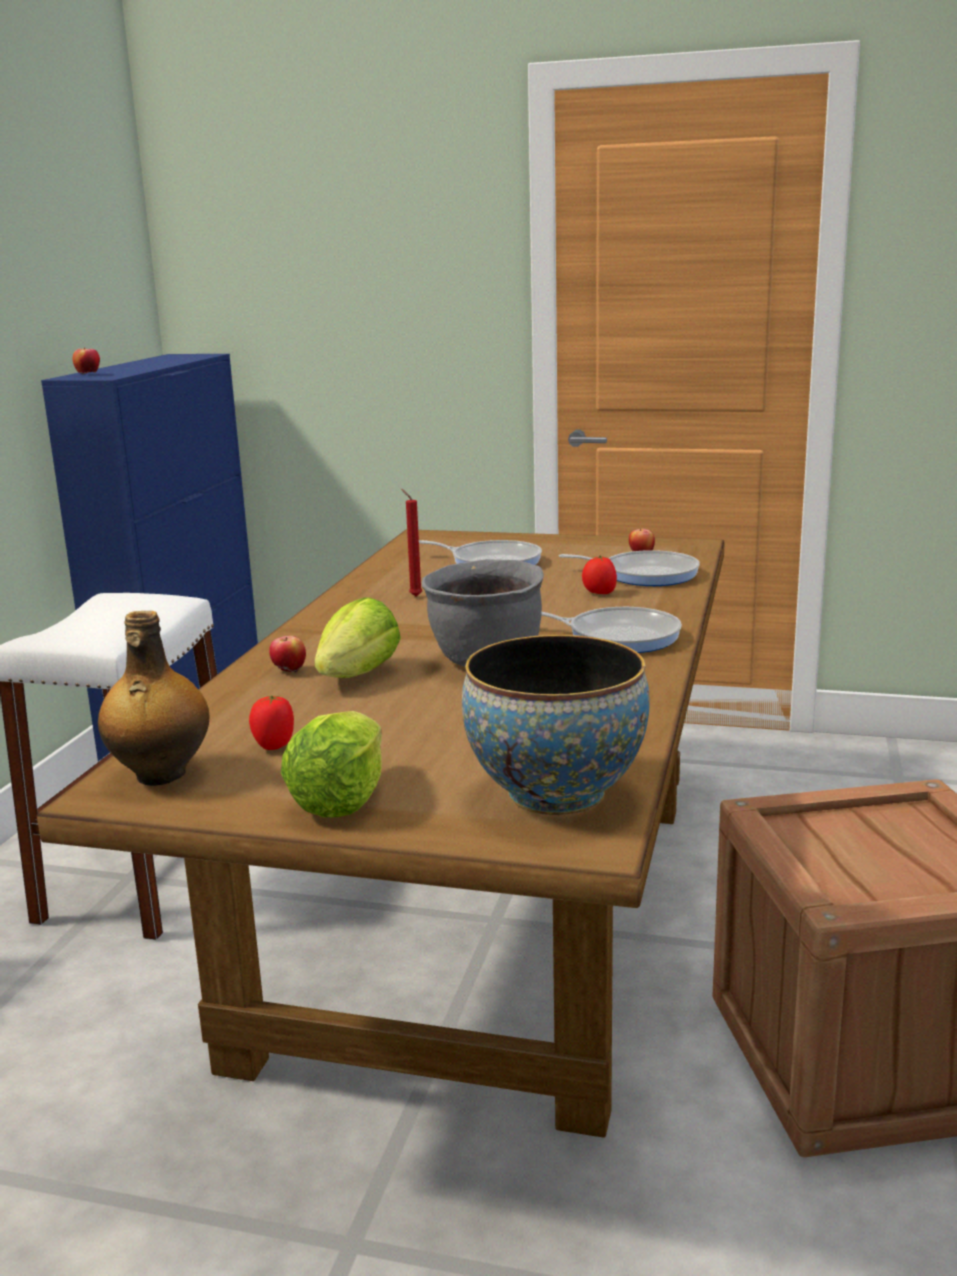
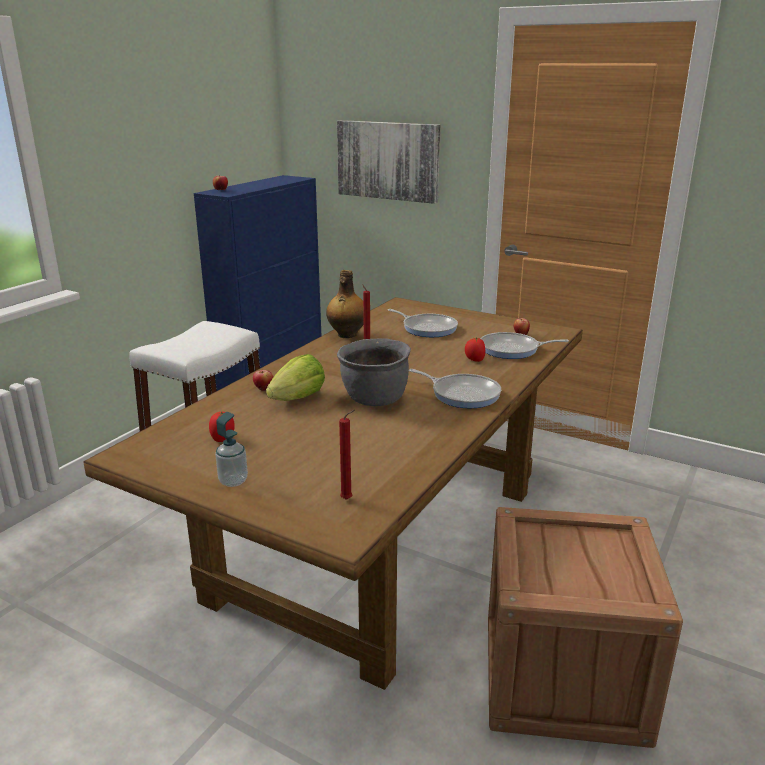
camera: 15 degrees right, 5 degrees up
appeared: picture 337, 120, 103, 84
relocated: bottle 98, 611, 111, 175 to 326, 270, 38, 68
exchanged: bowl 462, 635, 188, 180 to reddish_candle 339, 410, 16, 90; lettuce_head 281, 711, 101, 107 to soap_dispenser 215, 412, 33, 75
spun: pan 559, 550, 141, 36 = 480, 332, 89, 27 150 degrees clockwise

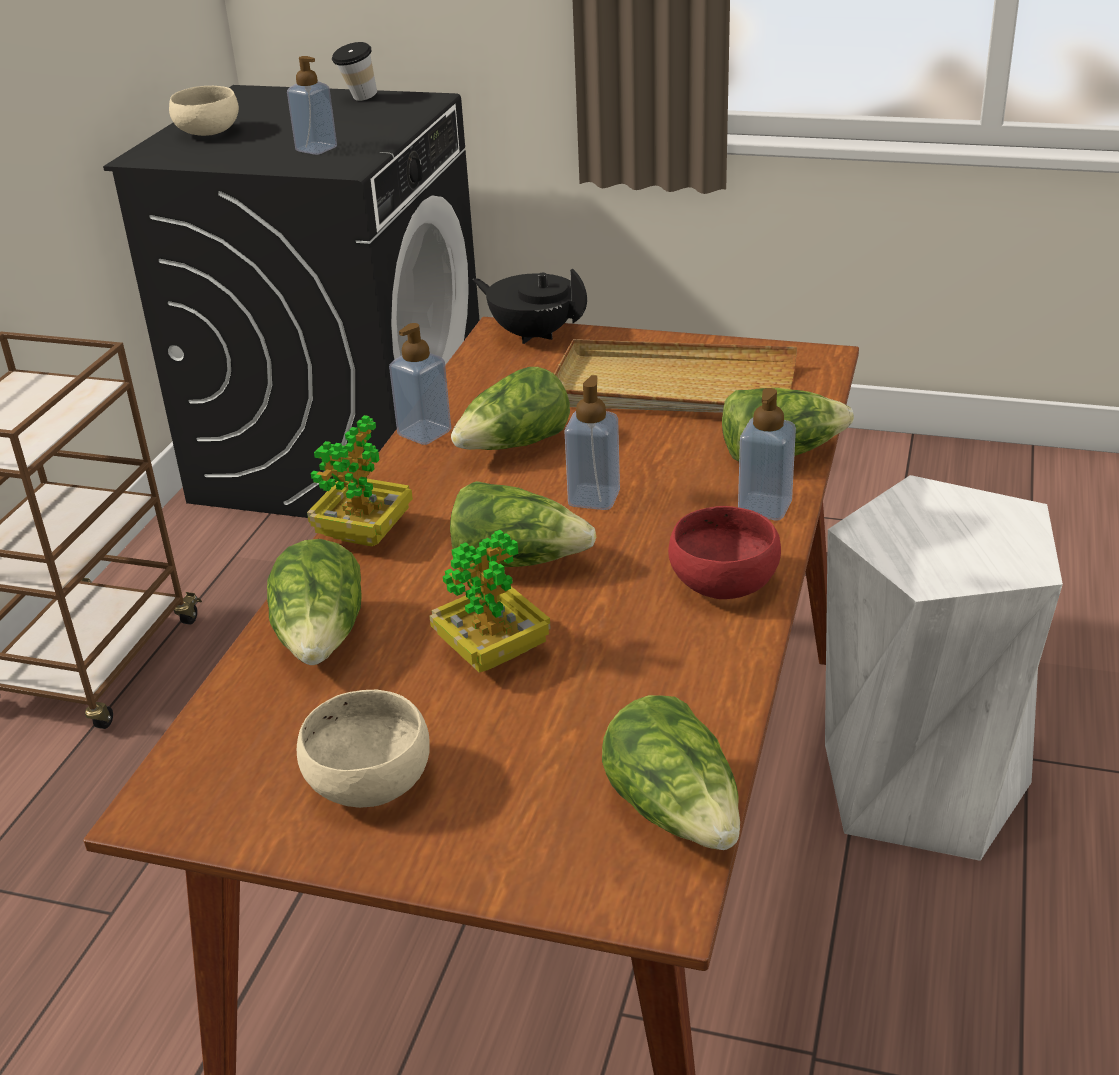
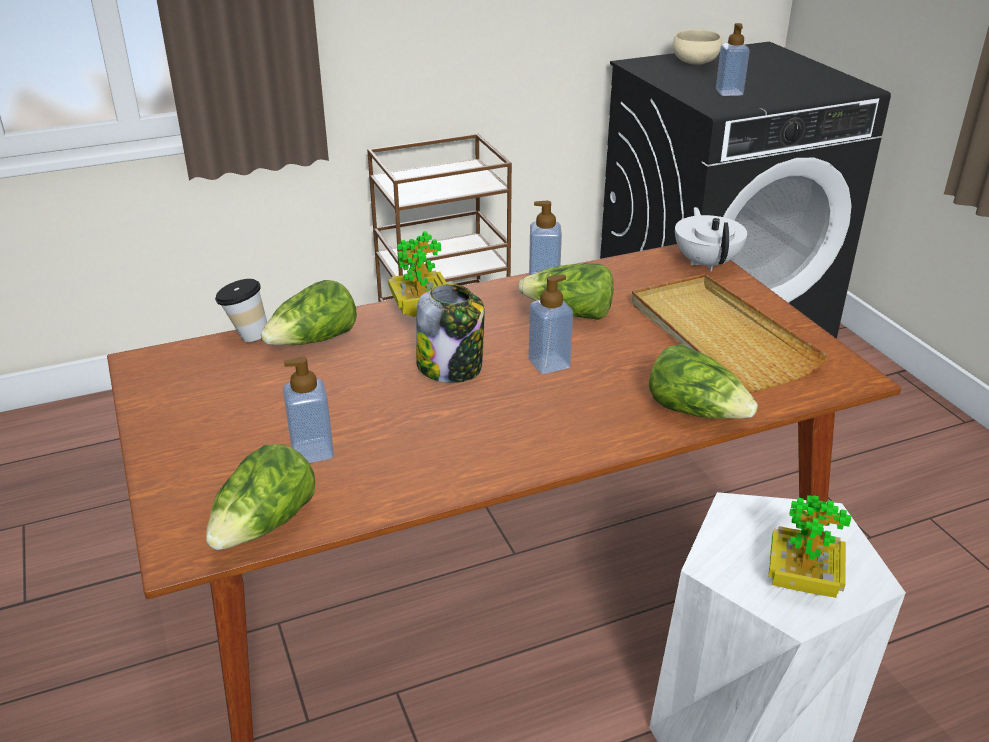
camera: 50 degrees right, 0 degrees up
missing: reddish_bowl 668, 506, 113, 93; beige_bowl 297, 690, 133, 118
relocated: small_cup 332, 42, 45, 59 to 215, 279, 52, 63; soap_dispenser 738, 388, 58, 132 to 283, 356, 51, 107; potted_plant 430, 530, 121, 143 to 768, 495, 83, 103
exchanged: lettuce_head 450, 481, 147, 86 to jar 416, 284, 68, 99
colour: black-coloured_pot_for_tea 472, 268, 115, 76 to white_pot_for_tea 675, 207, 72, 64

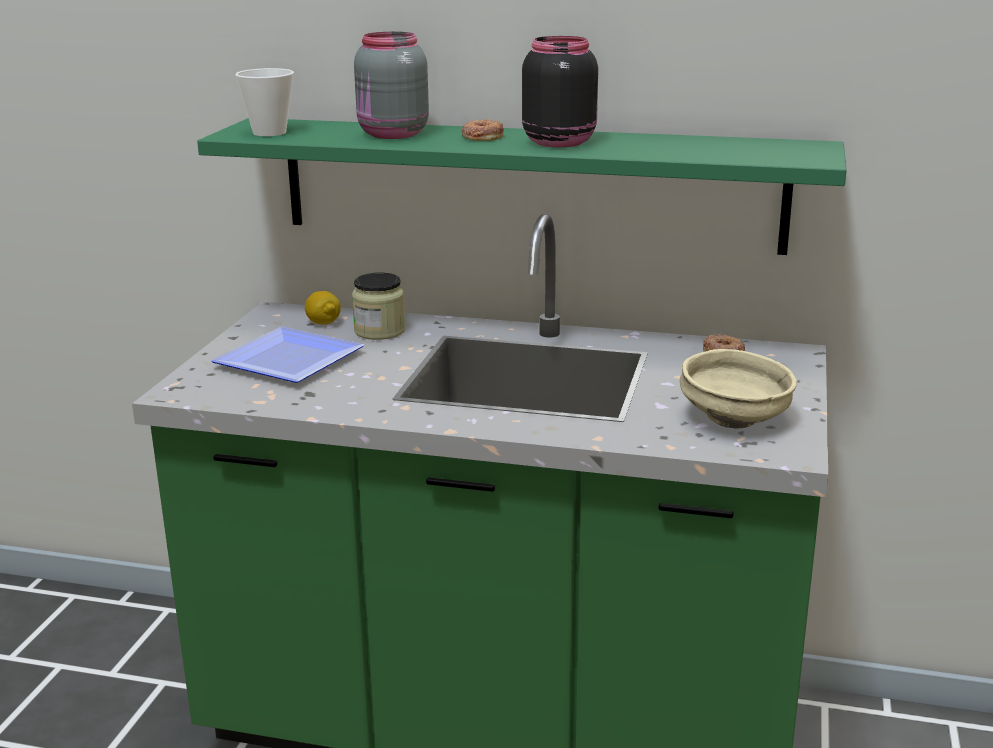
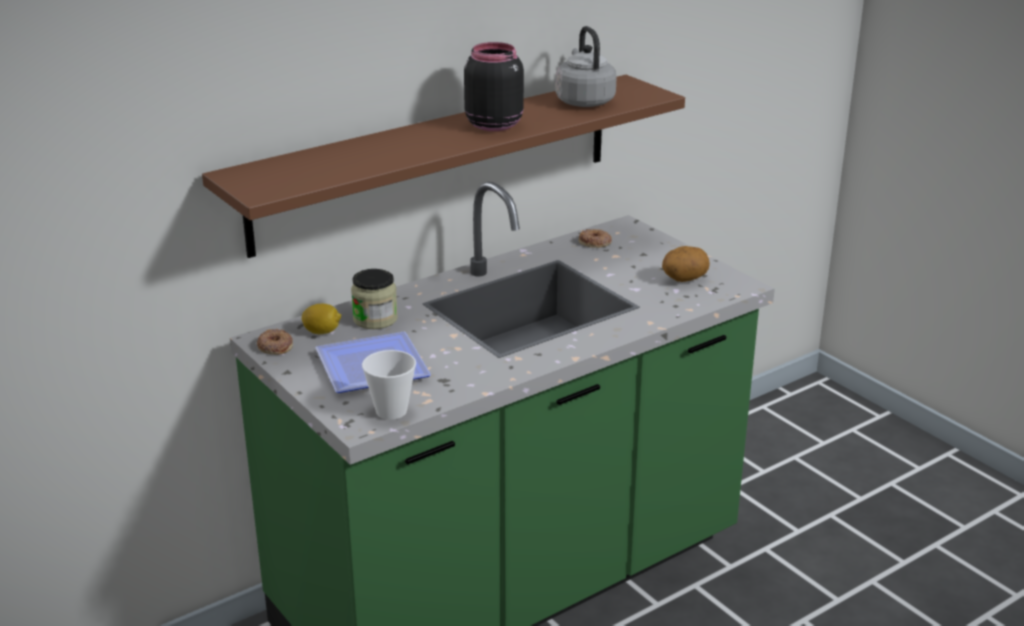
camera: 50 degrees left, 5 degrees up
missing: greyish_jar 354, 32, 75, 107
appeared: greyish_kettle 555, 26, 62, 81
relocated: small_cup 235, 68, 59, 68 to 362, 350, 54, 70; donut 462, 119, 42, 22 to 257, 329, 36, 26
exchanged: beige_bowl 680, 349, 117, 79 to spud 662, 246, 48, 36
colour: green_bracket_shelf 197, 118, 650, 137 to brown-coloured_bracket_shelf 202, 75, 483, 183

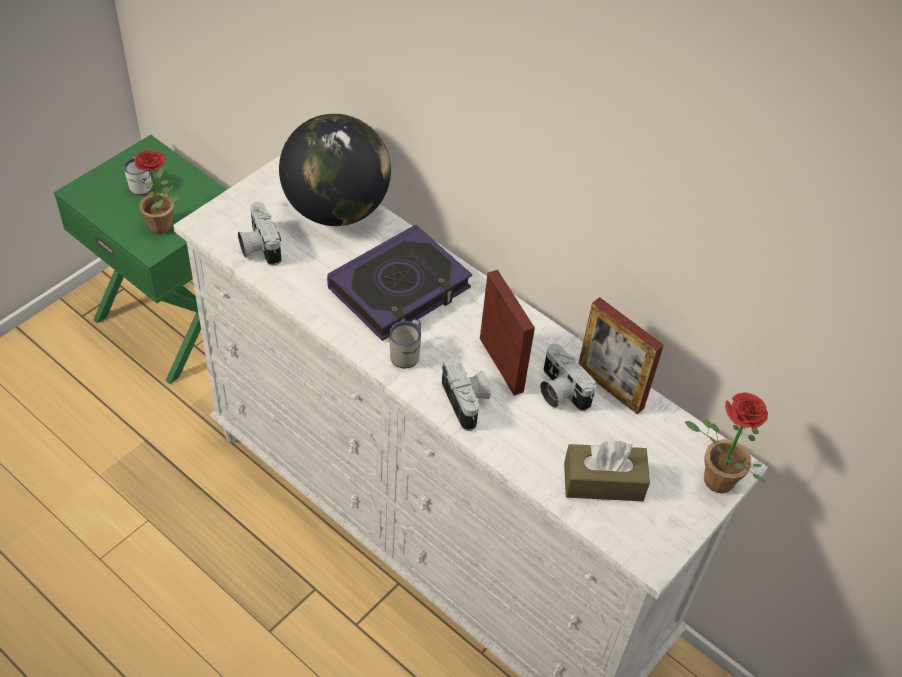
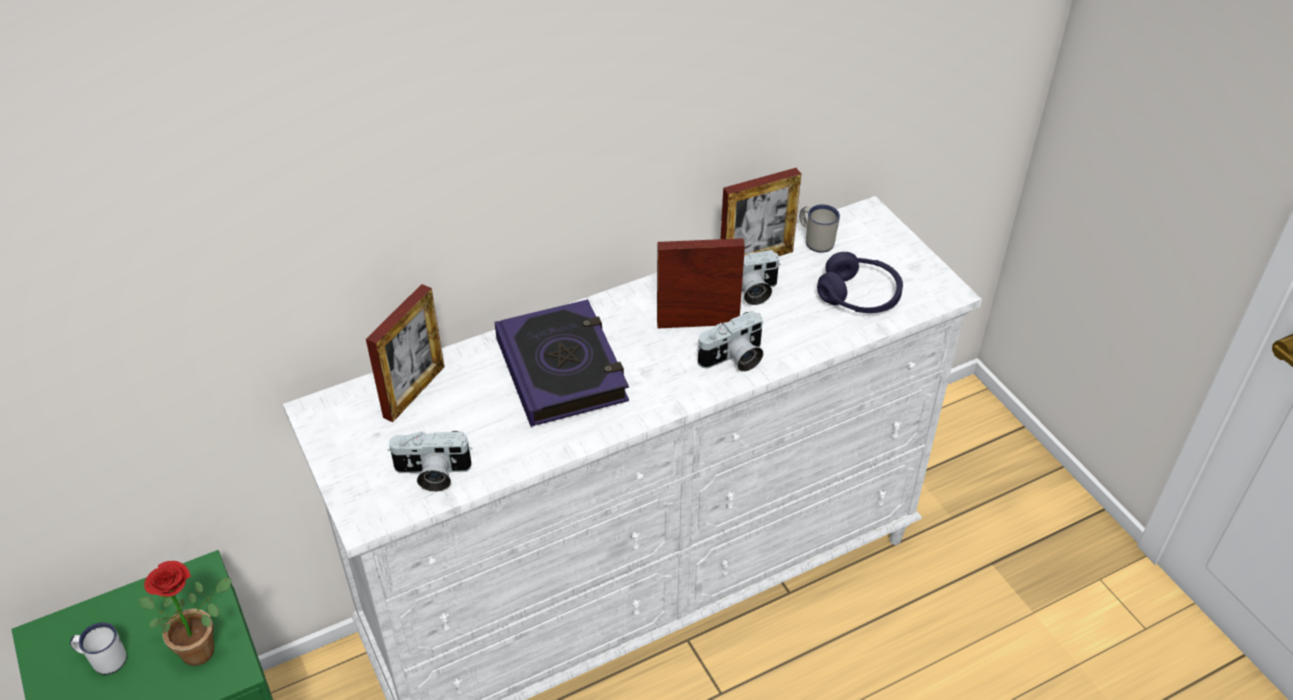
camera: 65 degrees left, 5 degrees down
missing: potted_plant 685, 393, 83, 100
relocated: white_tea_mug 389, 319, 32, 49 to 800, 204, 40, 49
exchanged: globe 279, 114, 112, 112 to standing_frame 366, 284, 78, 138; brown-coloured_tissue_holder 564, 441, 86, 60 to purple-coloured_headset 817, 252, 86, 61
spun: still_camera 442, 357, 48, 74 = 697, 311, 66, 61 150 degrees clockwise

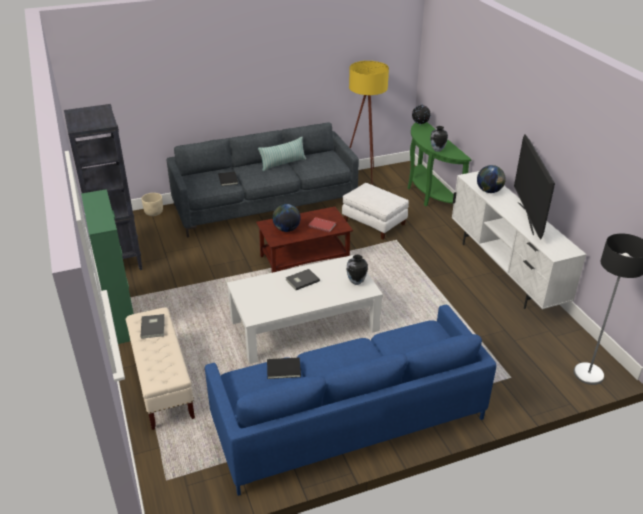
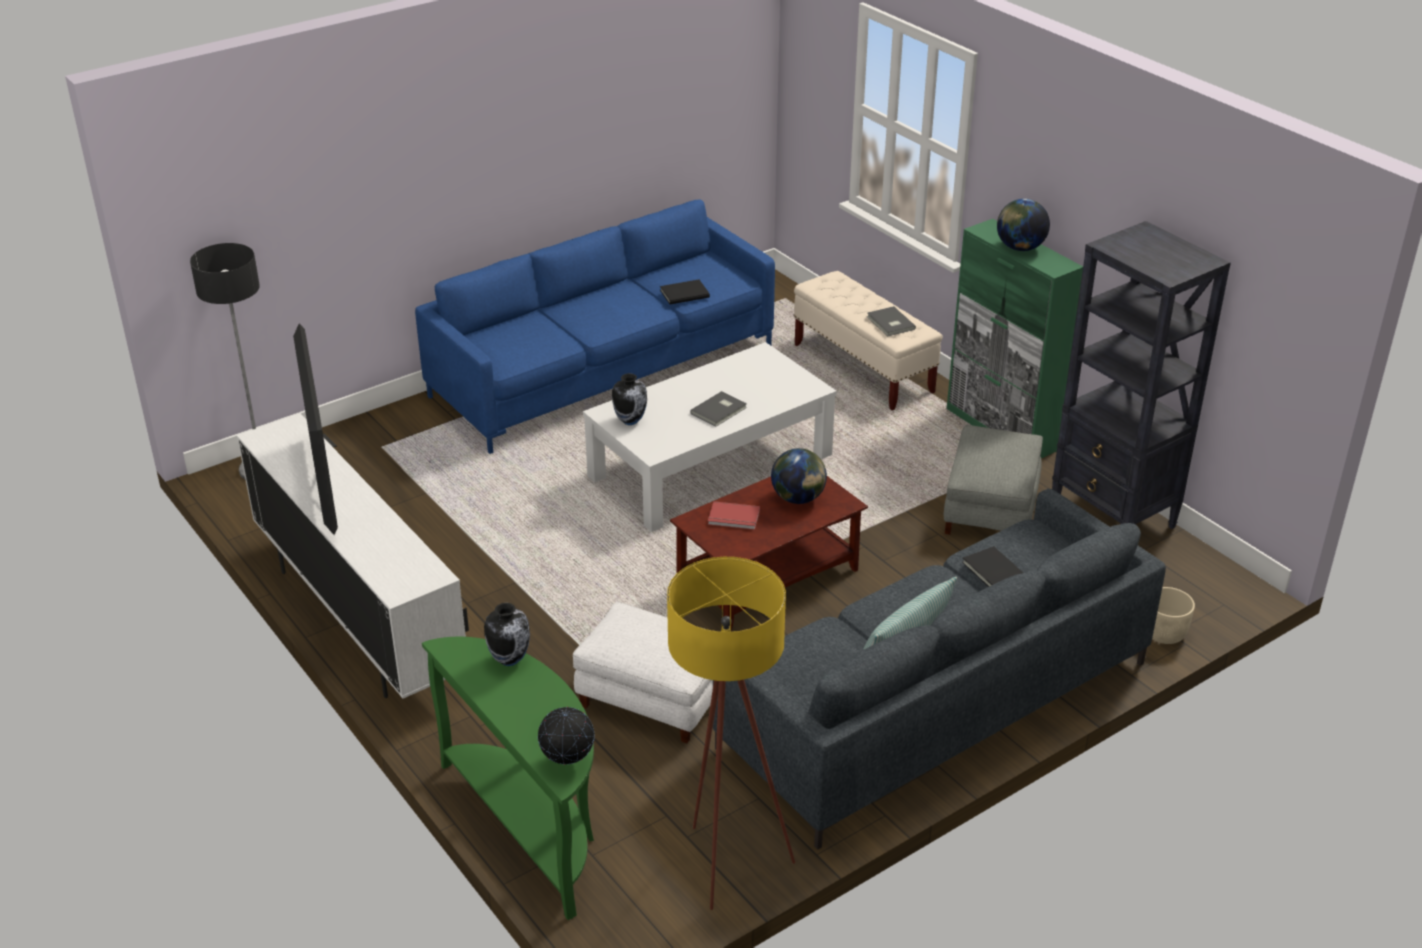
camera: 165 degrees right, 0 degrees up
appeared: greyish_ottoman 944, 425, 99, 110
relocated: globe 477, 165, 29, 28 to 997, 199, 53, 52

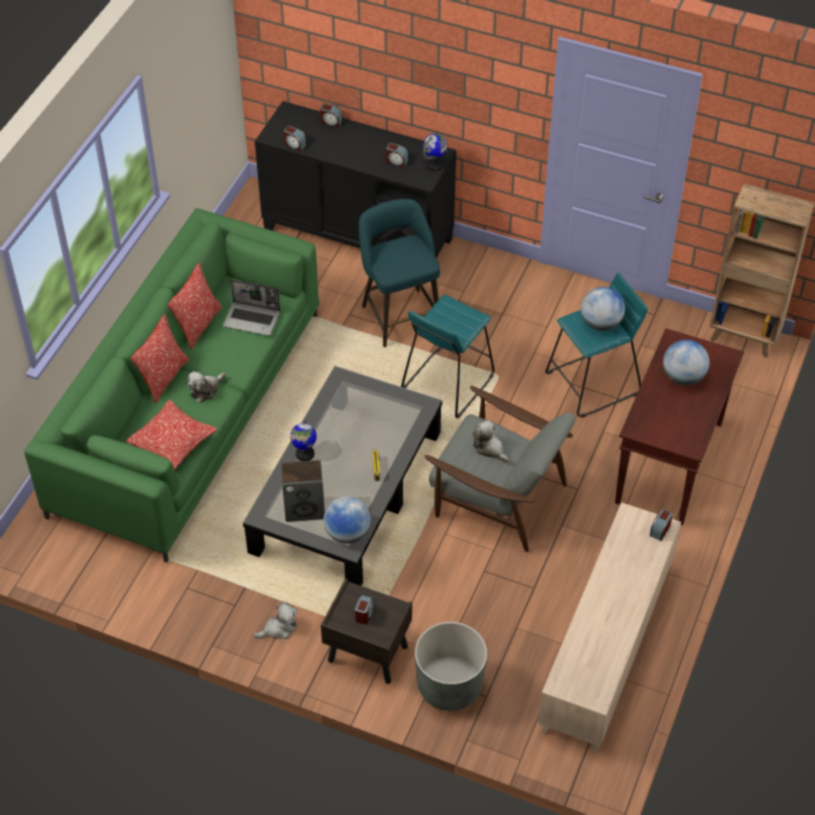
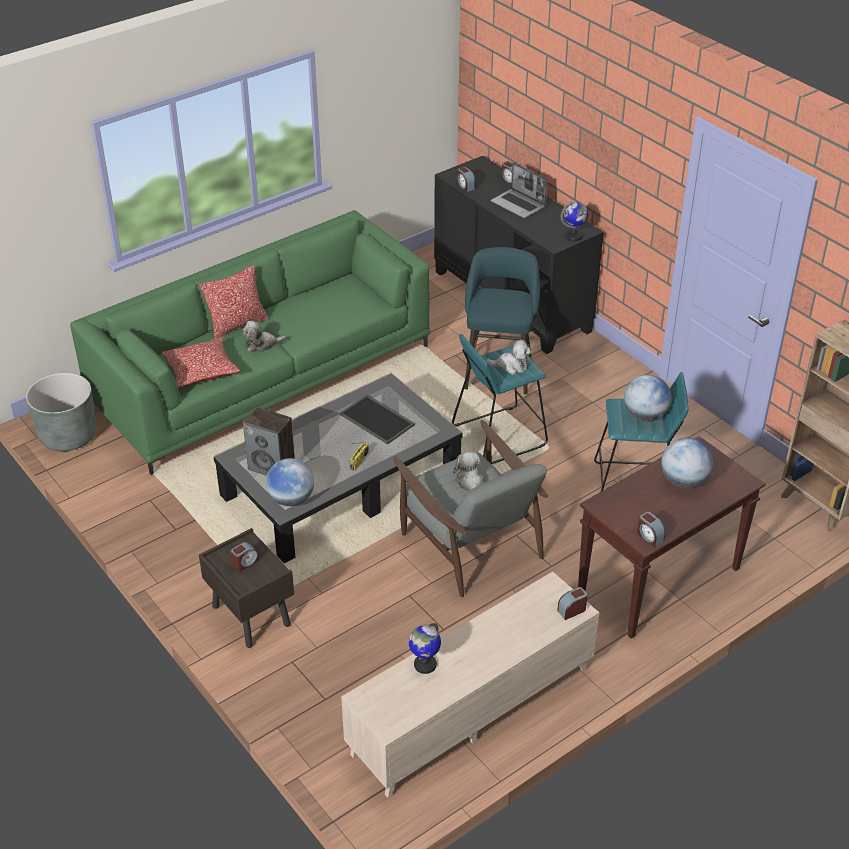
camera: 30 degrees right, 10 degrees down
missing: throw_pillow 168, 262, 54, 88
appeared: serving_tray 340, 395, 75, 49
relocated: bedside_clock 386, 143, 22, 24 to 637, 512, 28, 35; laptop 223, 279, 57, 57 to 491, 162, 57, 56; globe 290, 419, 27, 42 to 409, 623, 32, 51; plush_toy 254, 602, 44, 37 to 486, 340, 45, 35; greyish_planter 415, 622, 72, 89 to 26, 373, 70, 78

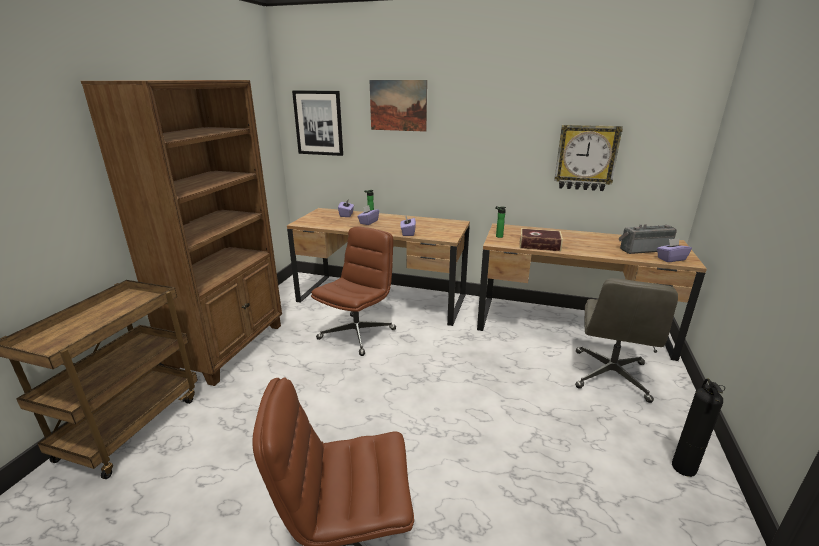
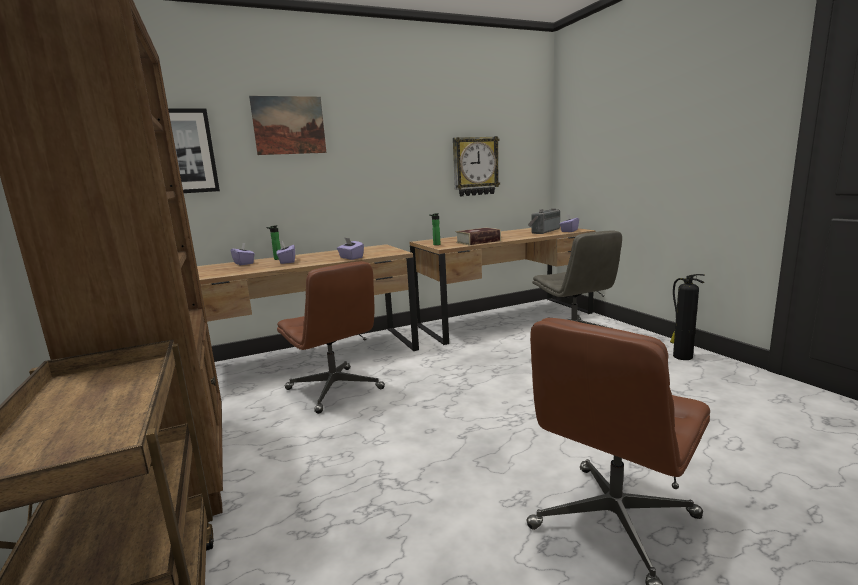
camera: 40 degrees left, 10 degrees down
spun: brown-coloured_desk_chair 311, 227, 85, 129 = 277, 261, 108, 153 150 degrees clockwise

